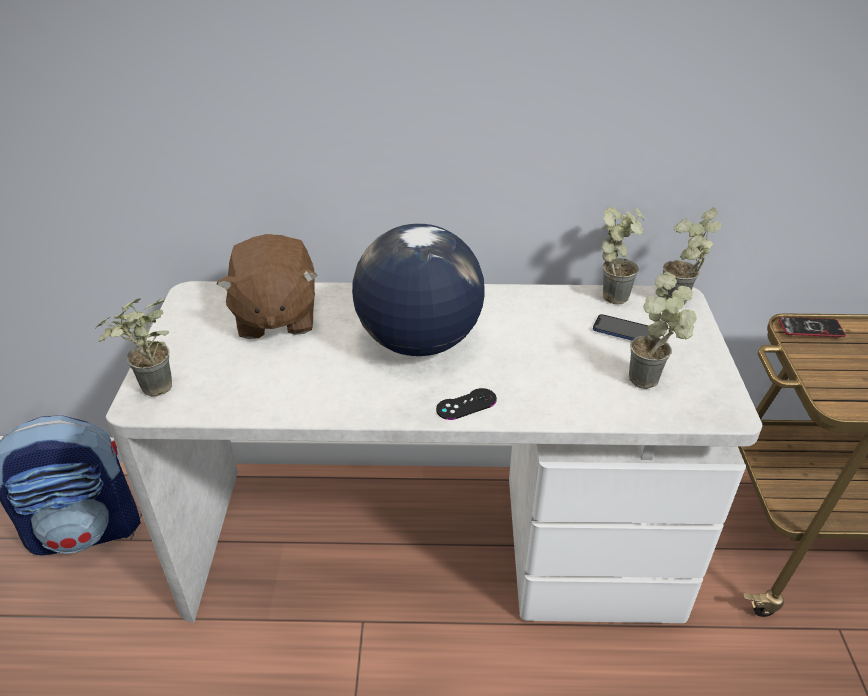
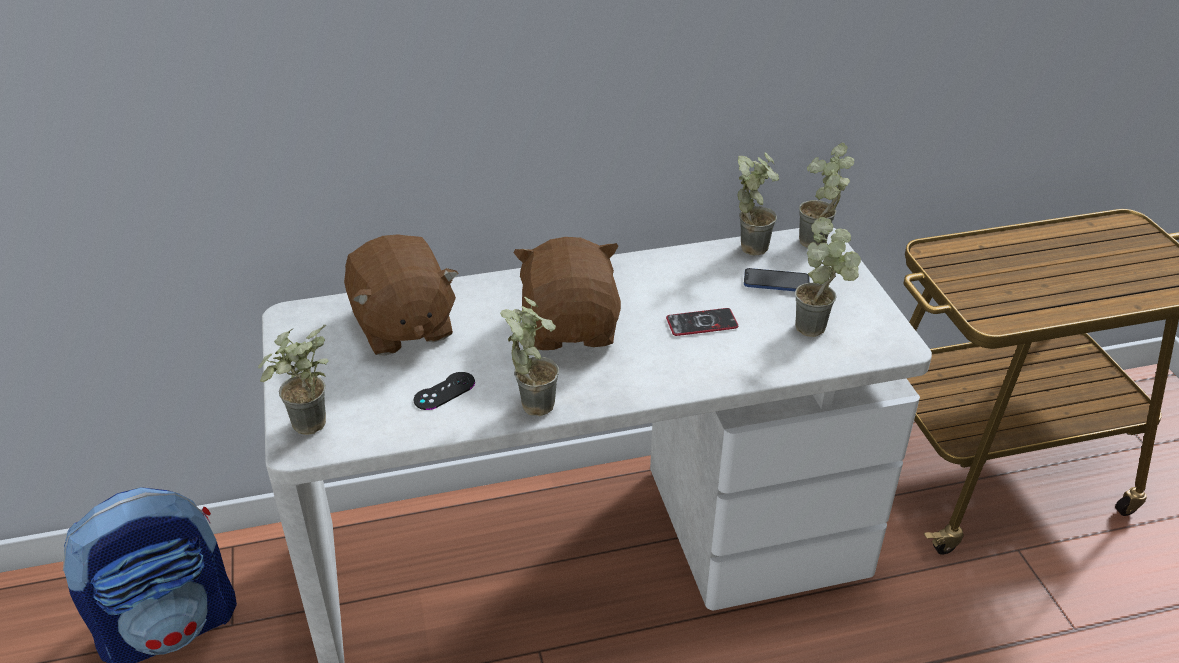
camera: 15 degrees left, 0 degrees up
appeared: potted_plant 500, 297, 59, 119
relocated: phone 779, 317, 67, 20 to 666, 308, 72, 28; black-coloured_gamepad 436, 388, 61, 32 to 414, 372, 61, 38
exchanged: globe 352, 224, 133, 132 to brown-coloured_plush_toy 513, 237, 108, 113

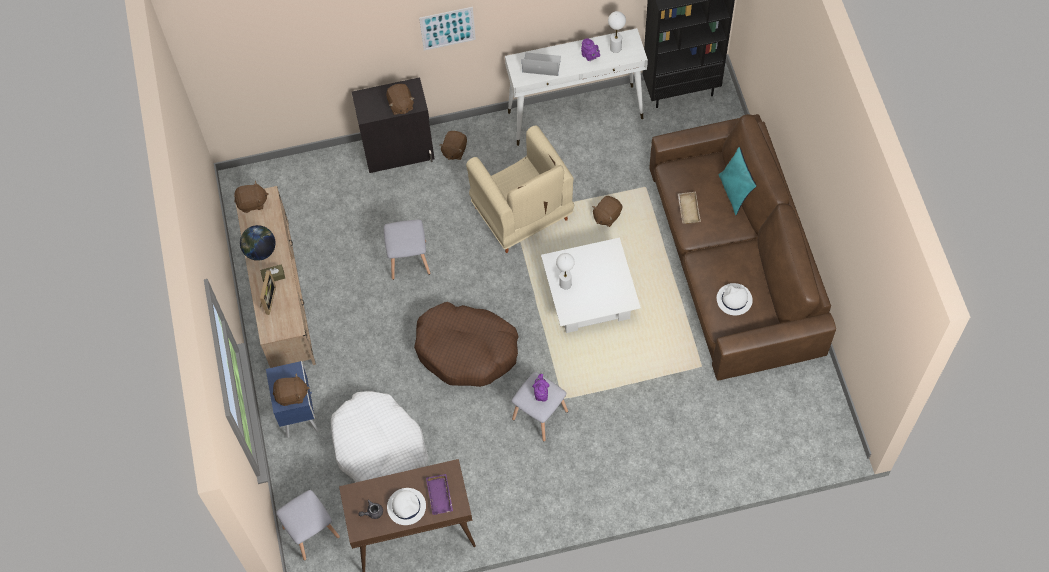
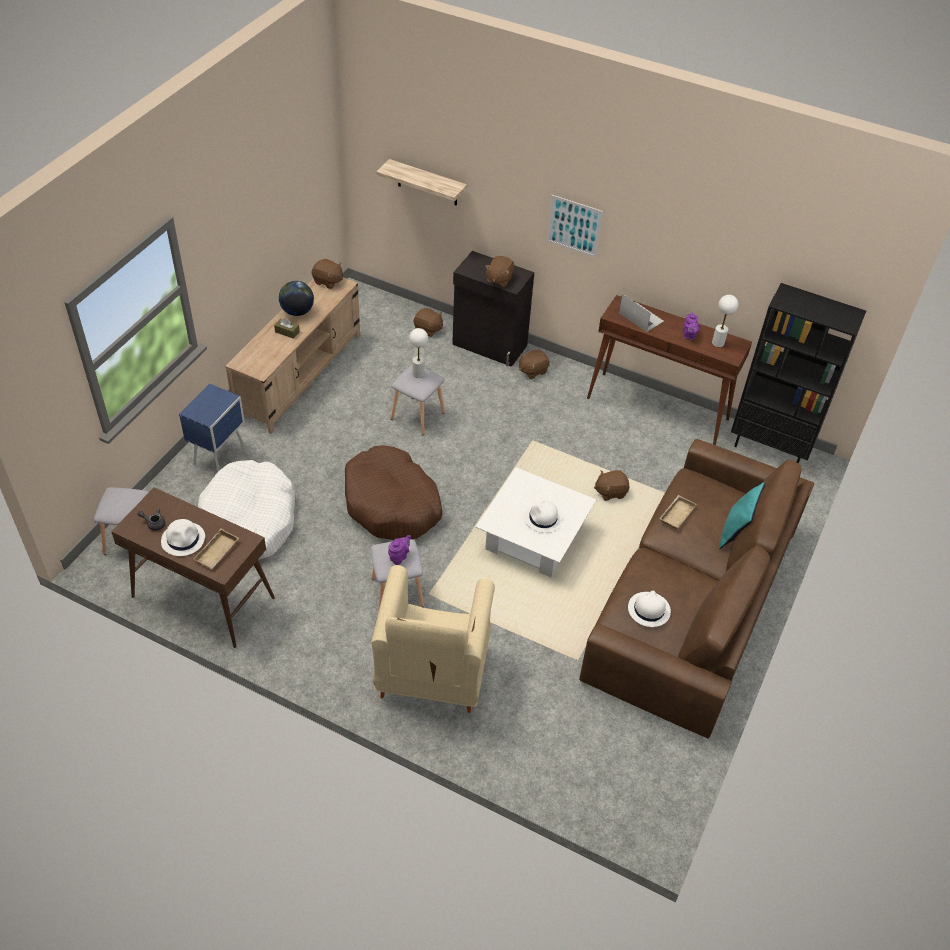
camera: 35 degrees right, 15 degrees down
missing: standing_frame 260, 270, 16, 45
appeared: bracket_shelf 376, 159, 91, 47; white_clothing_hat 524, 500, 39, 33
relocated: beige_lounge_chair 466, 125, 108, 128 to 371, 565, 124, 148; white_table_lamp 556, 253, 19, 36 to 409, 328, 19, 50; brown-coloured_plush_toy 273, 373, 36, 33 to 414, 308, 29, 29
colour: white_console_table 505, 28, 143, 118 to brown-coloured_console_table 587, 295, 165, 150; purple-coloured_serving_tray 426, 474, 27, 41 to beige_serving_tray 193, 529, 46, 40

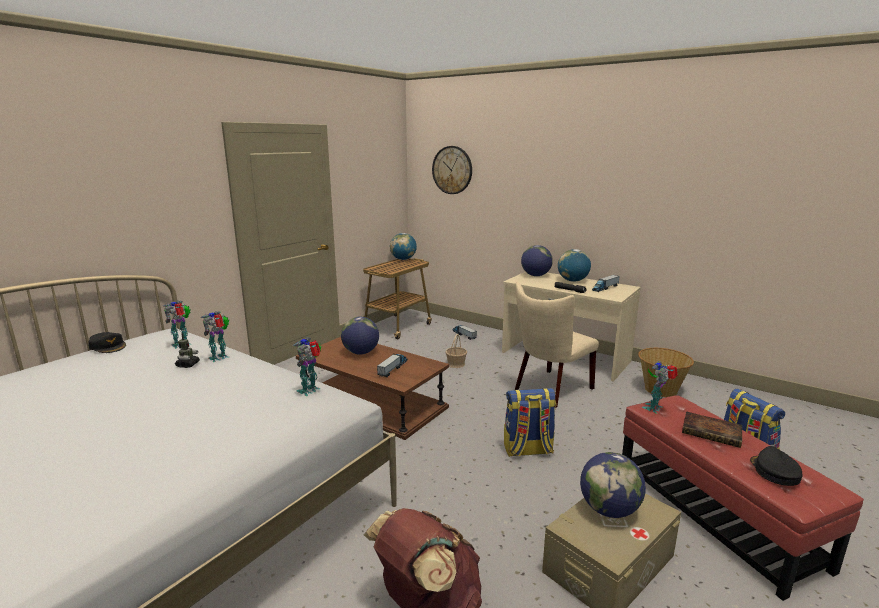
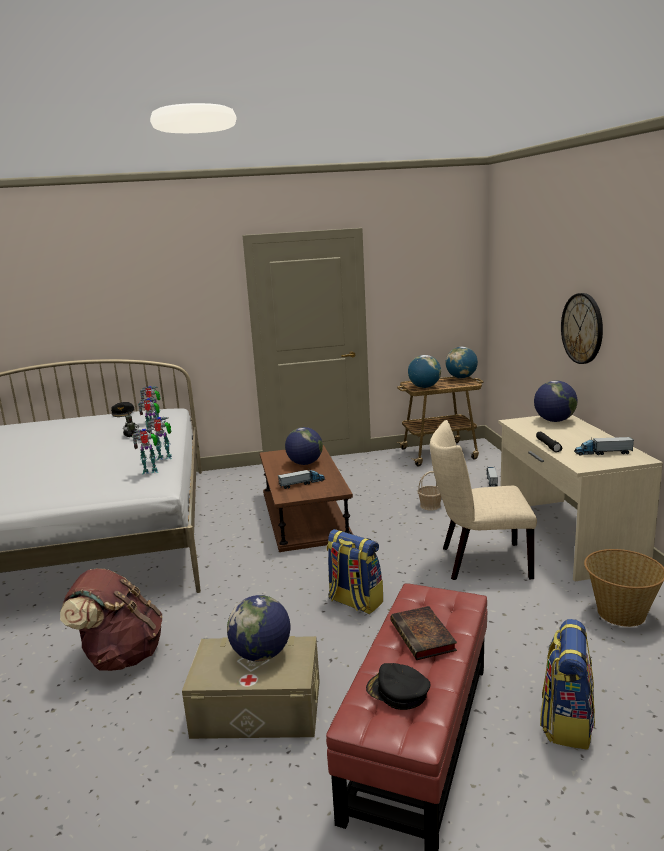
camera: 45 degrees right, 0 degrees up
relocated: wall_clock 432, 146, 40, 48 to 561, 293, 42, 71; globe 558, 249, 33, 33 to 408, 355, 33, 33; model_robot 642, 361, 36, 52 to 147, 417, 25, 43
spun: black-coloured_baseball_cap 750, 446, 53, 40 = 366, 663, 64, 47 105 degrees counterclockwise

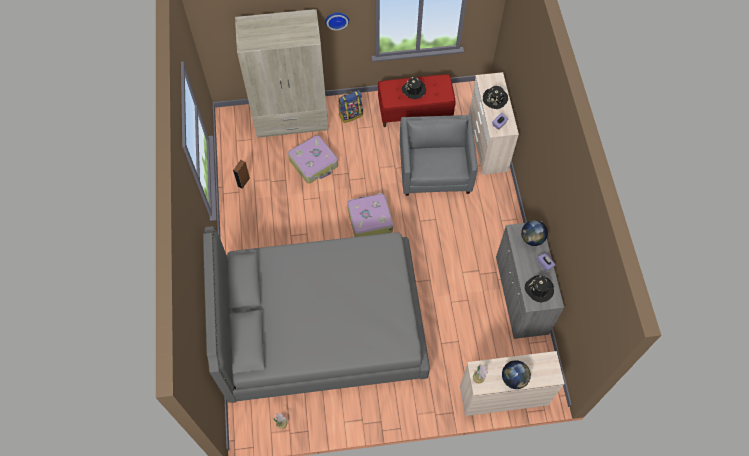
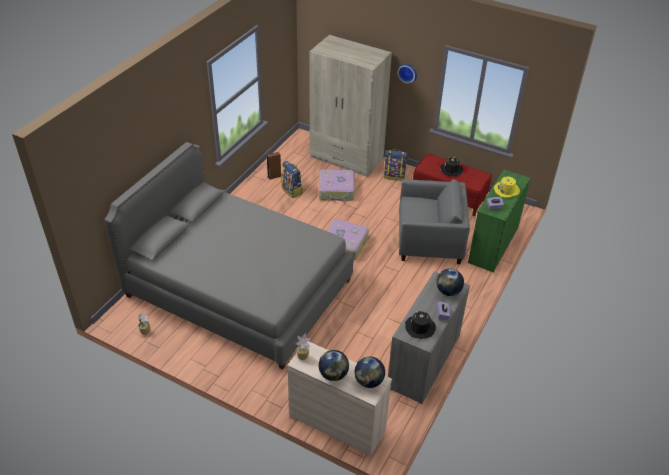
camera: 35 degrees right, 20 degrees down
appeared: backpack 281, 161, 22, 37; globe 354, 357, 31, 31
colour: beige_chest_of_drawers 469, 72, 50, 103 to green_chest_of_drawers 468, 170, 63, 103; black-coloured_clothing_hat 483, 86, 25, 23 to yellow_clothing_hat 494, 176, 26, 22
spun: greyish_lounge_chair 400, 115, 78, 81 = 399, 179, 71, 85 60 degrees clockwise

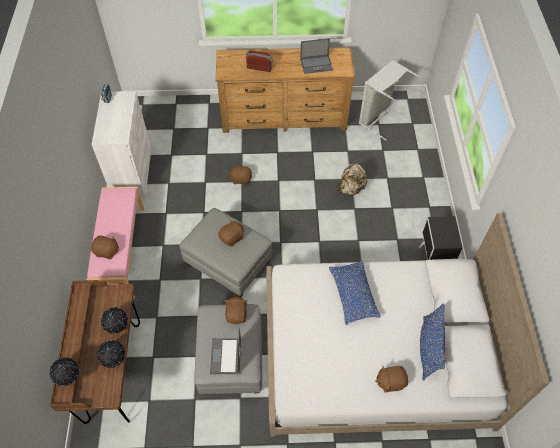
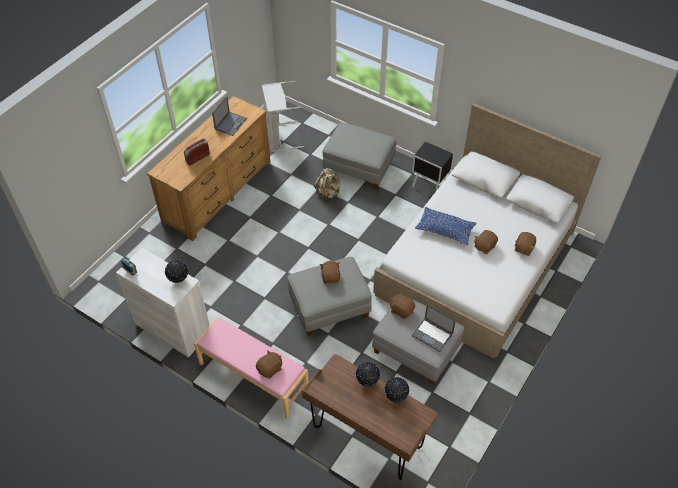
camera: 55 degrees left, 5 degrees down
missing: bluish_throw_pillow 420, 304, 25, 76
appeared: greyish_ottoman 323, 122, 73, 67
relocated: brown-coloured_plush_toy 228, 164, 24, 22 to 474, 230, 24, 24; globe 49, 357, 30, 29 to 165, 260, 23, 23

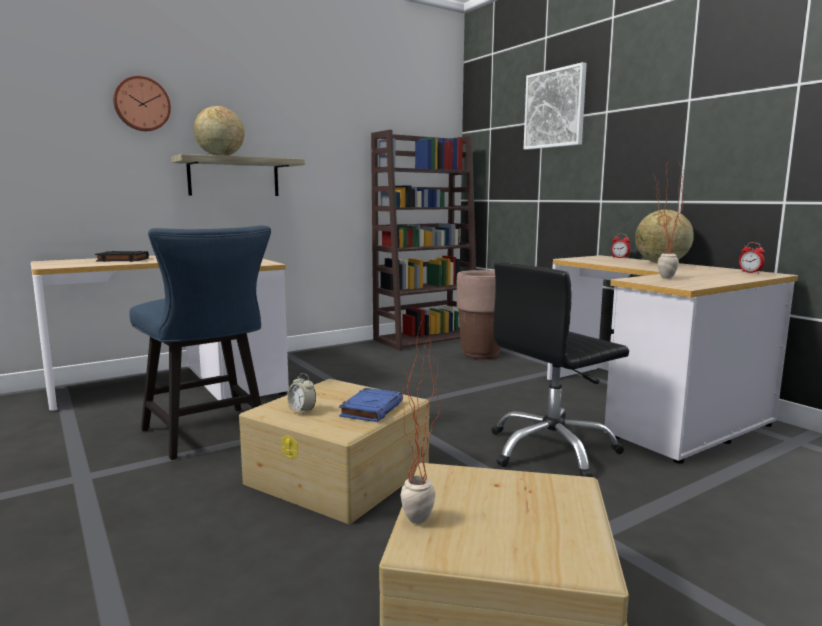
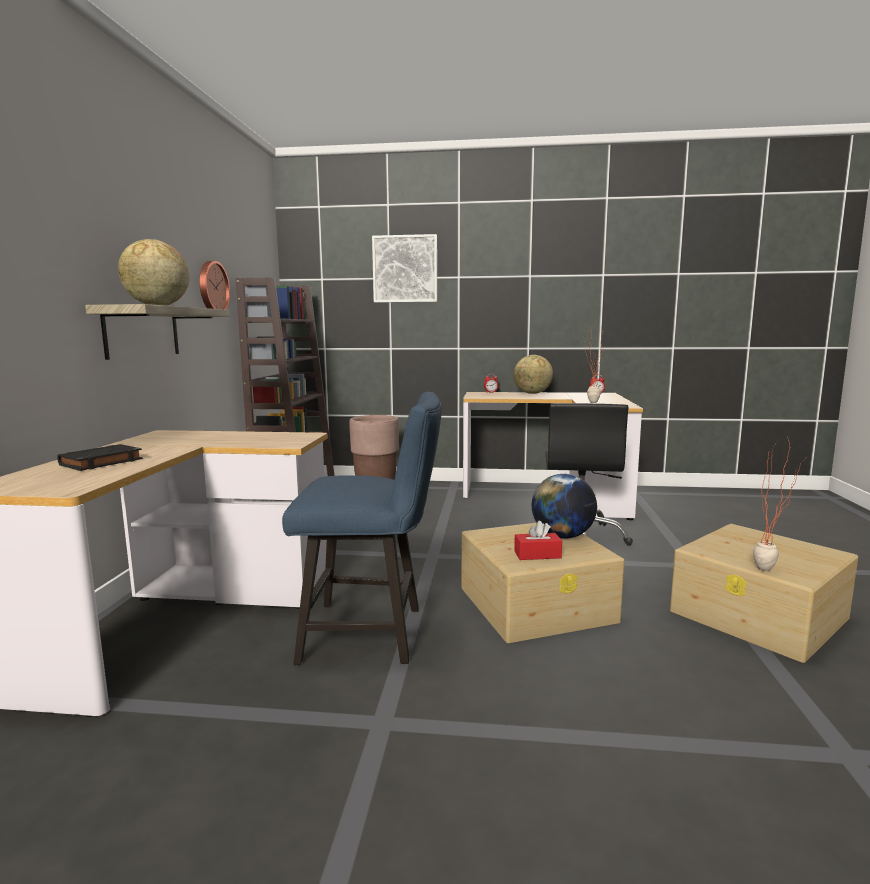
camera: 50 degrees left, 0 degrees up
relocated: wall_clock 113, 76, 58, 55 to 199, 261, 31, 49
exchanged: bedside_clock 287, 373, 29, 42 to reddish_tissue_holder 514, 521, 48, 39; bluish_book 339, 388, 63, 34 to globe 532, 474, 65, 65

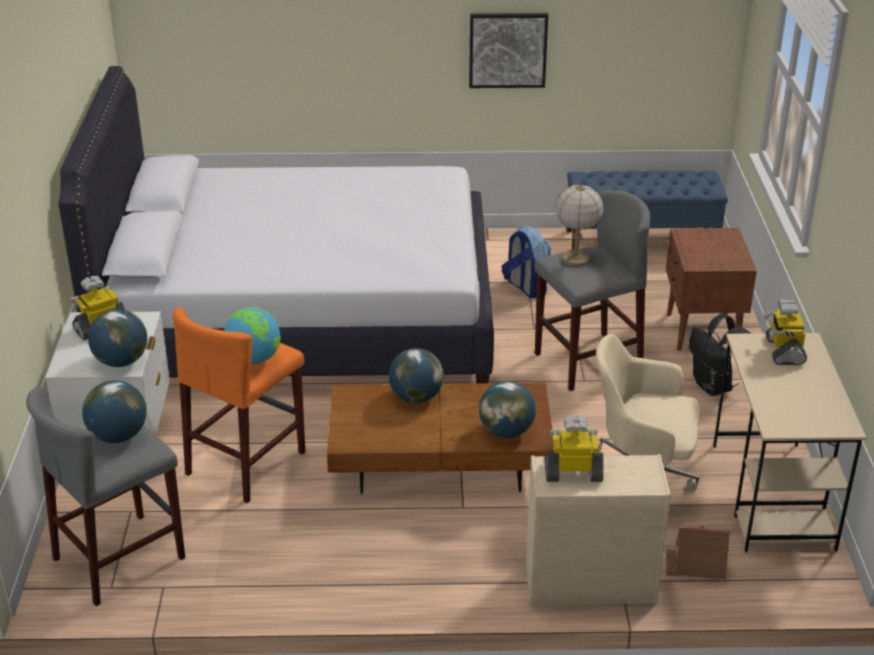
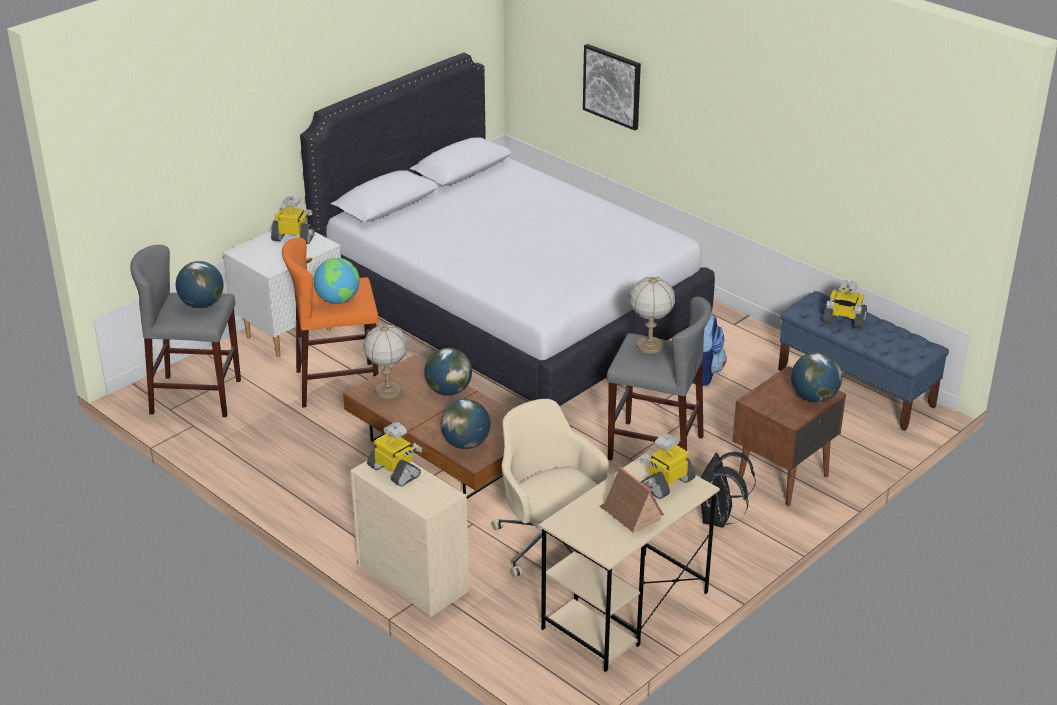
camera: 45 degrees right, 0 degrees up
appeared: model_robot 823, 280, 44, 49; table_lamp 363, 324, 45, 75
relocated: picture 469, 13, 79, 75 to 583, 44, 58, 87; globe 88, 309, 59, 58 to 791, 352, 51, 50; miniature_house 666, 525, 65, 56 to 599, 467, 65, 66

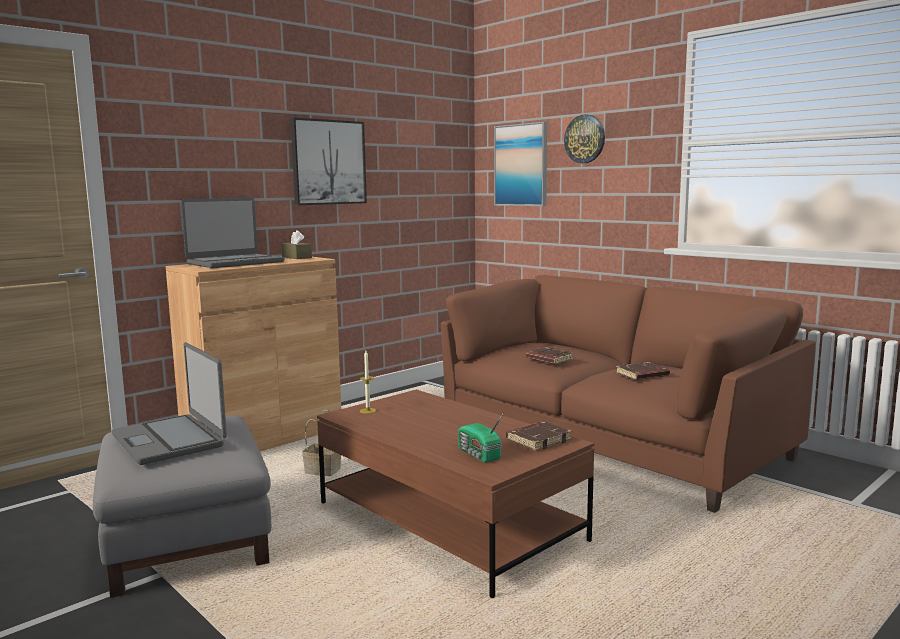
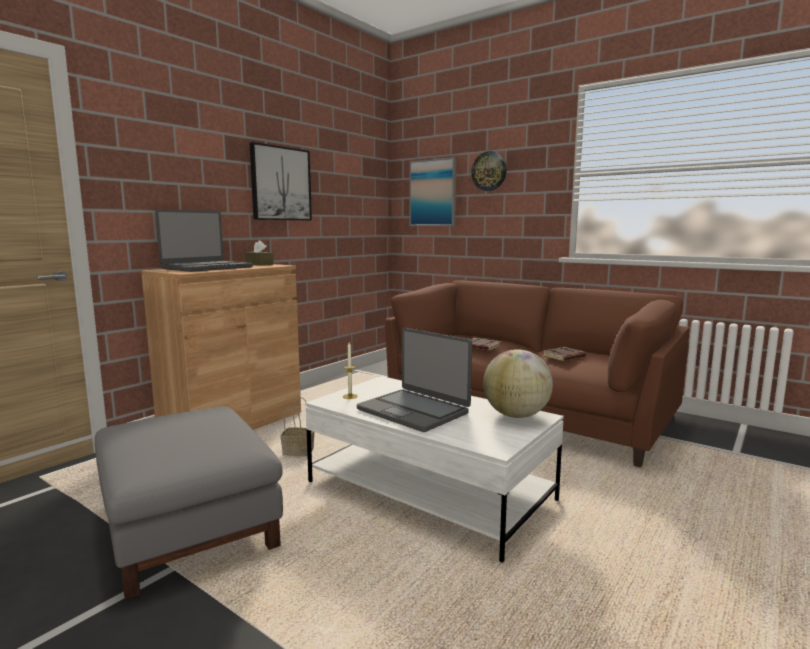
camera: 10 degrees left, 0 degrees up
missing: radio_set 458, 412, 46, 51
relocated: laptop 112, 342, 115, 123 to 357, 328, 115, 104
exchanged: brown-coloured_book 506, 421, 66, 30 to globe 483, 349, 70, 69
colour: brown-coloured_low_table 317, 390, 277, 208 to white_low_table 305, 376, 259, 187

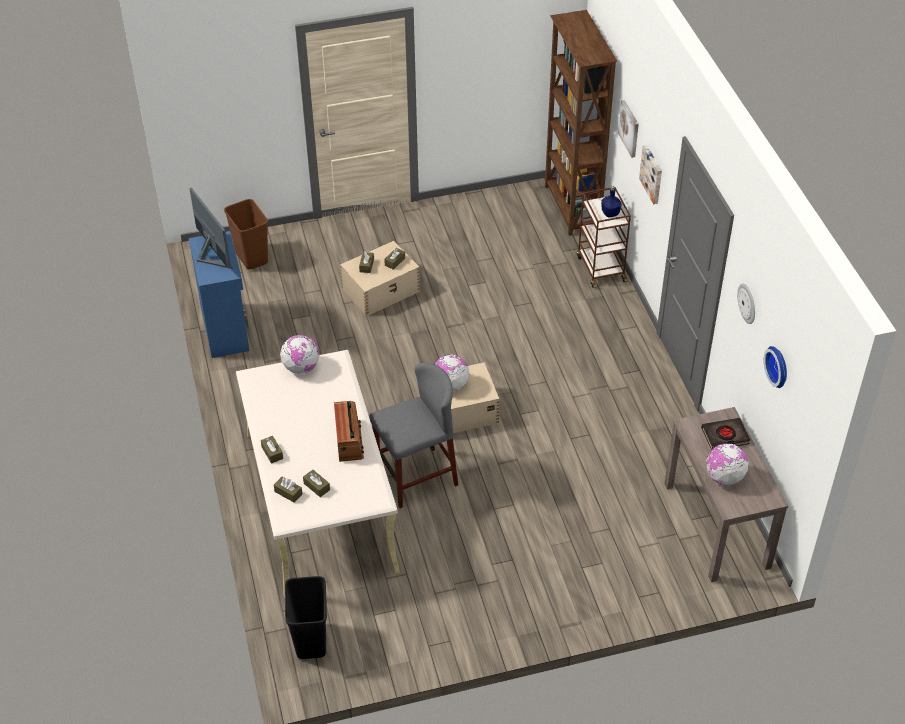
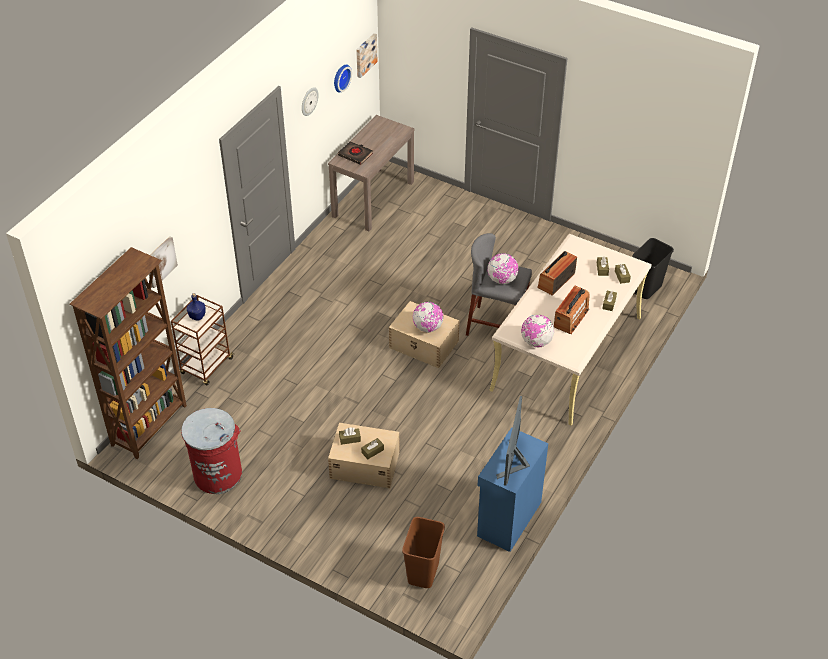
camera: 135 degrees left, 0 degrees up
appeared: radio_set 554, 286, 36, 48; reddish_waste_bin 181, 408, 61, 86
relocated: picture 639, 145, 23, 59 to 356, 33, 21, 45; globe 706, 443, 43, 42 to 487, 253, 32, 31

